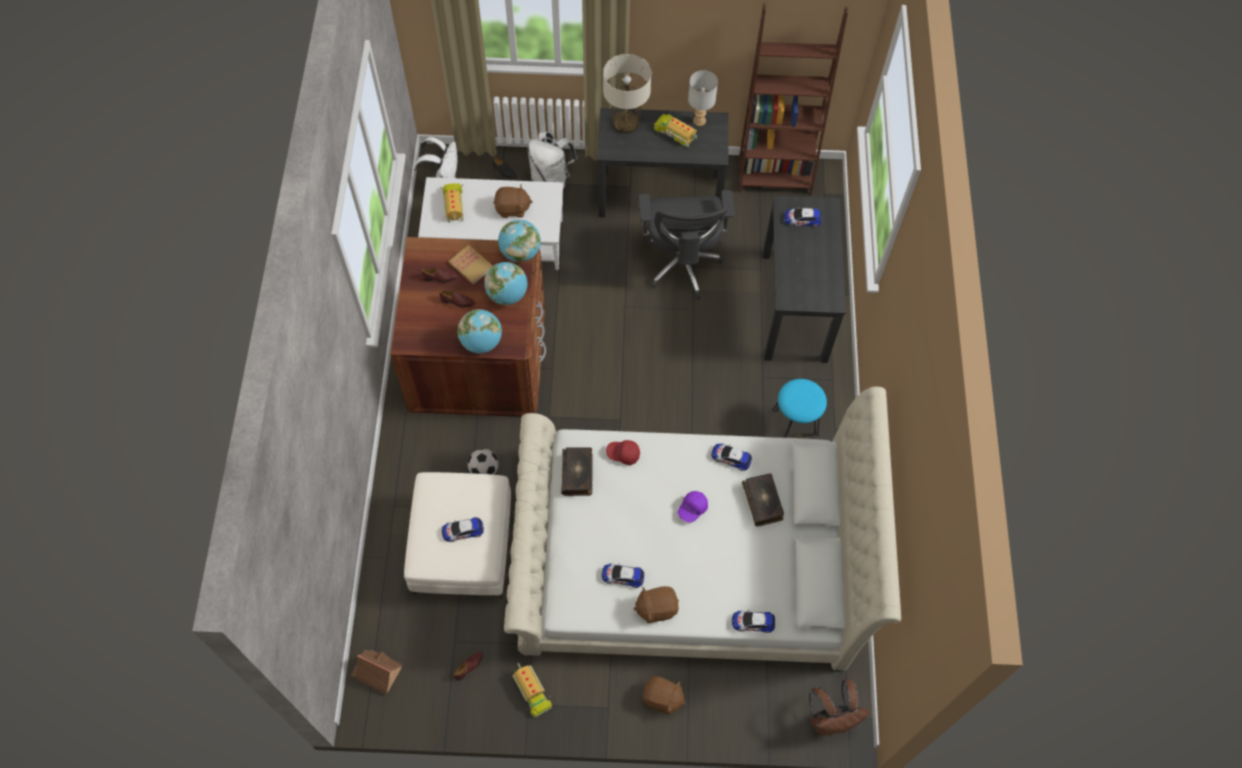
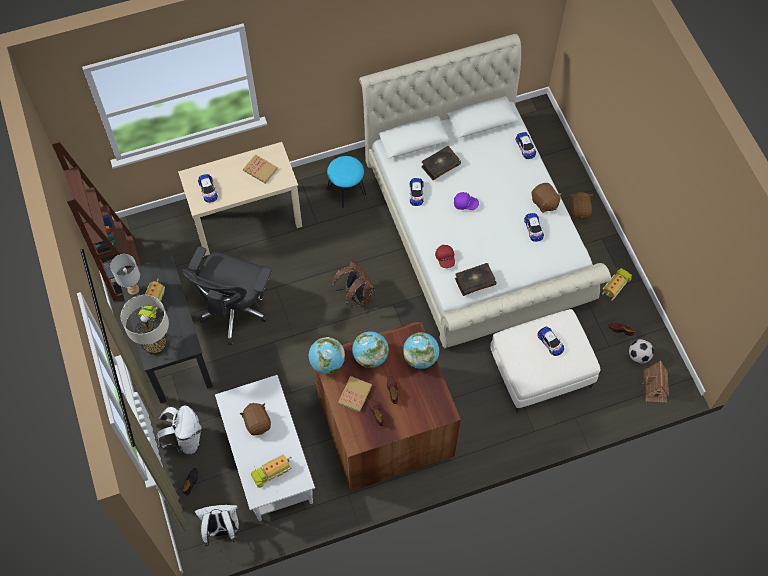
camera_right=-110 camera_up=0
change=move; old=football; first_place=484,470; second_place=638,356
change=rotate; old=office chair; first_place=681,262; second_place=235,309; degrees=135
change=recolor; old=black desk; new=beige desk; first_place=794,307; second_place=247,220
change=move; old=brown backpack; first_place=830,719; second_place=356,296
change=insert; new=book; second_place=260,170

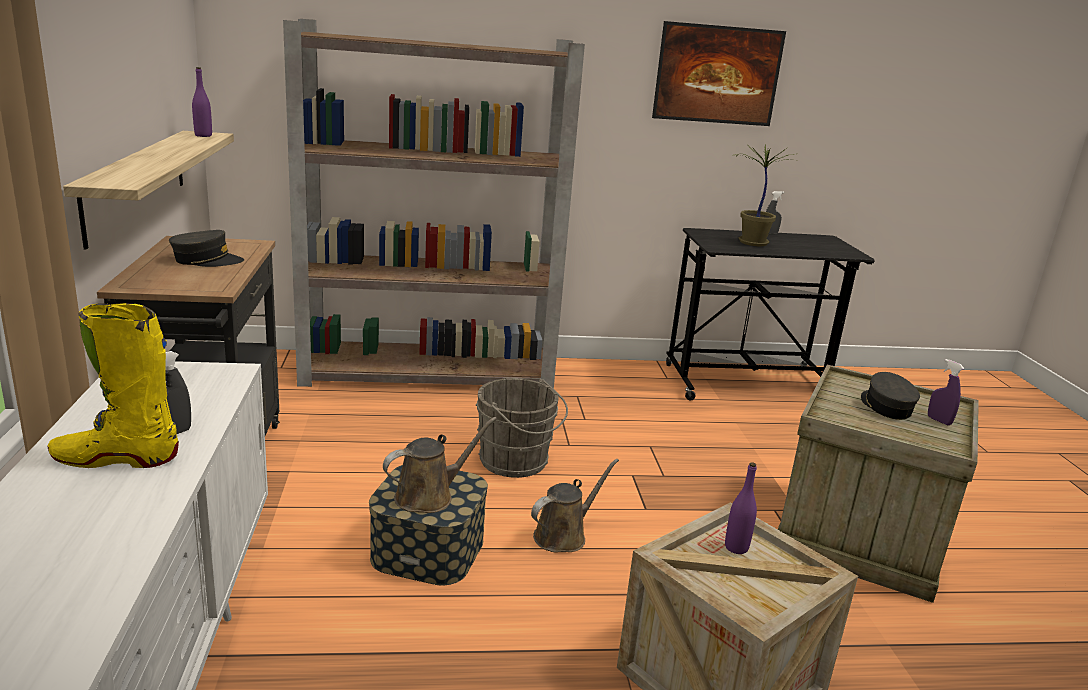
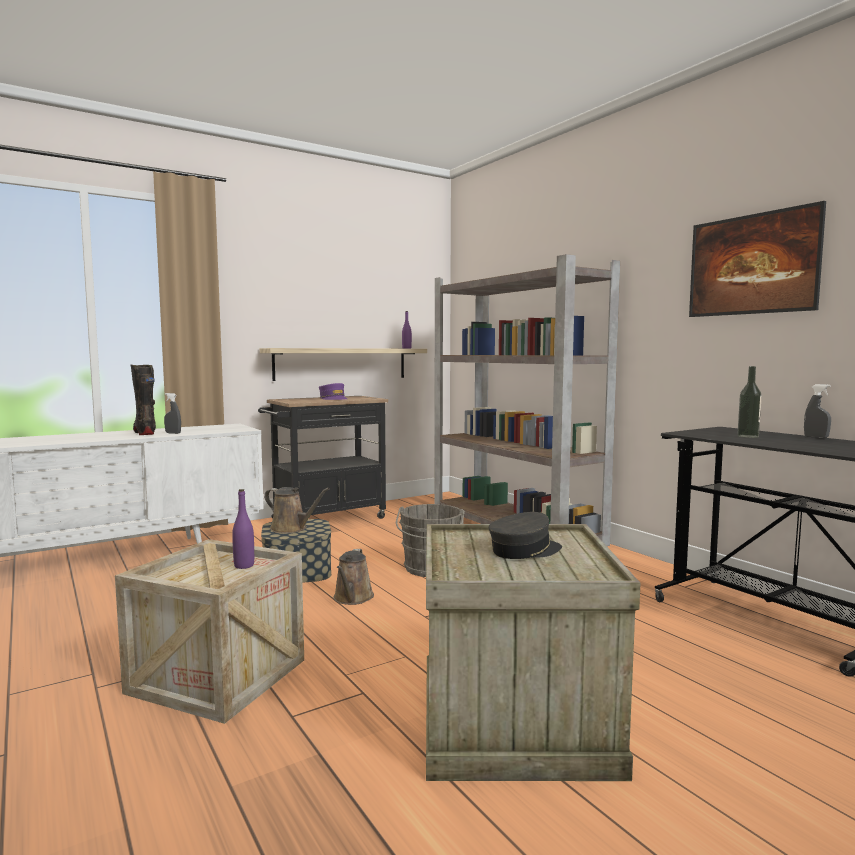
camera_right=65 camera_up=-15
change=recolor; old=yellow boot; new=black boot; first_place=116,459; second_place=144,433
change=recolor; old=grey cap; new=purple cap; first_place=206,260; second_place=333,399
change=rotate; old=brown watering can; first_place=564,535; second_place=352,598; degrees=75
change=replace; old=potted plant; new=bottle; first_place=751,242; second_place=748,436
change=delete; old=purple spray bottle; first_place=939,420

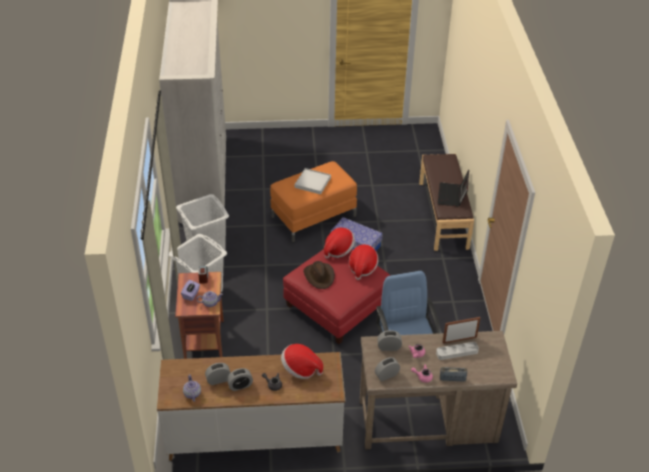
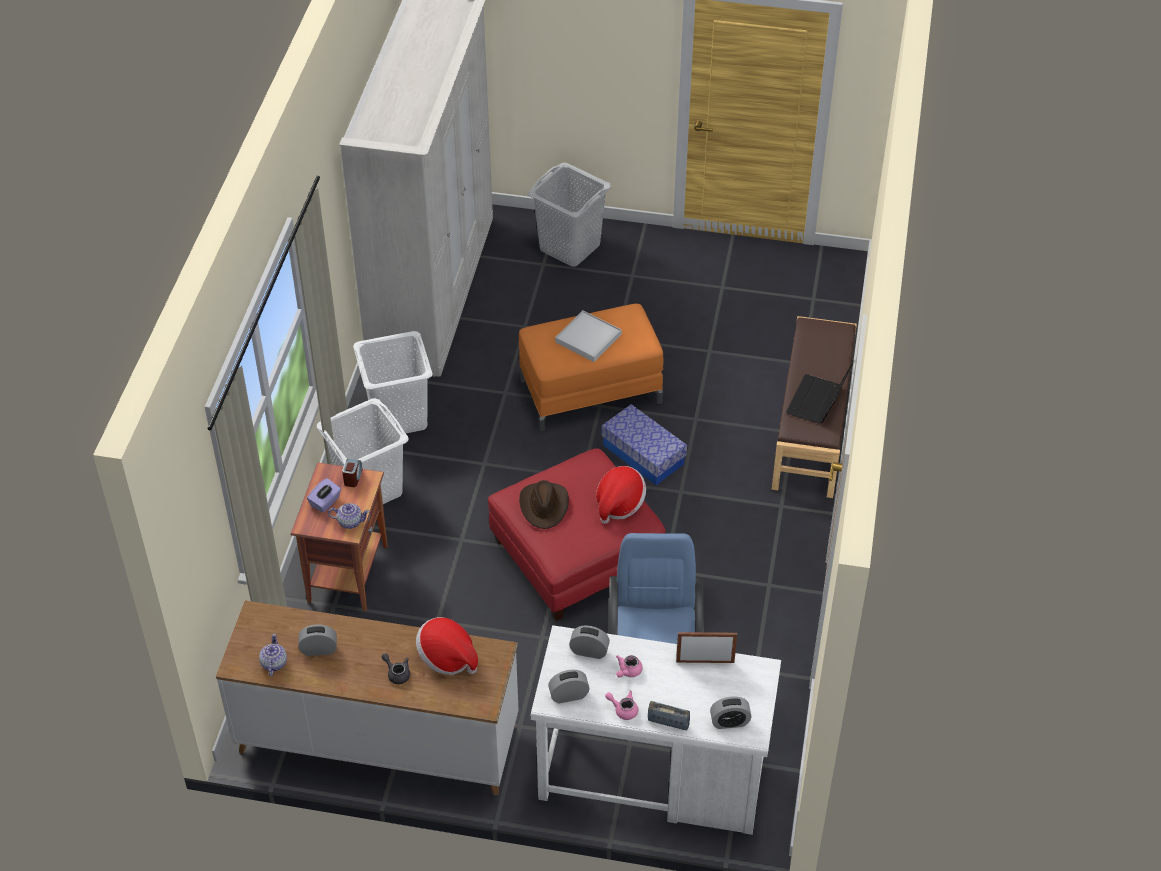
camera_right=15 camera_up=5
change=move; old=alarm clock; first_place=240,385; second_place=729,722
change=delete; old=hat; first_place=338,249
change=recolor; old=brown desk; new=white desk; first_place=427,421; second_place=651,777
change=delete; old=grey tray; first_place=457,352
change=insert; new=grey laundry basket; second_place=570,246

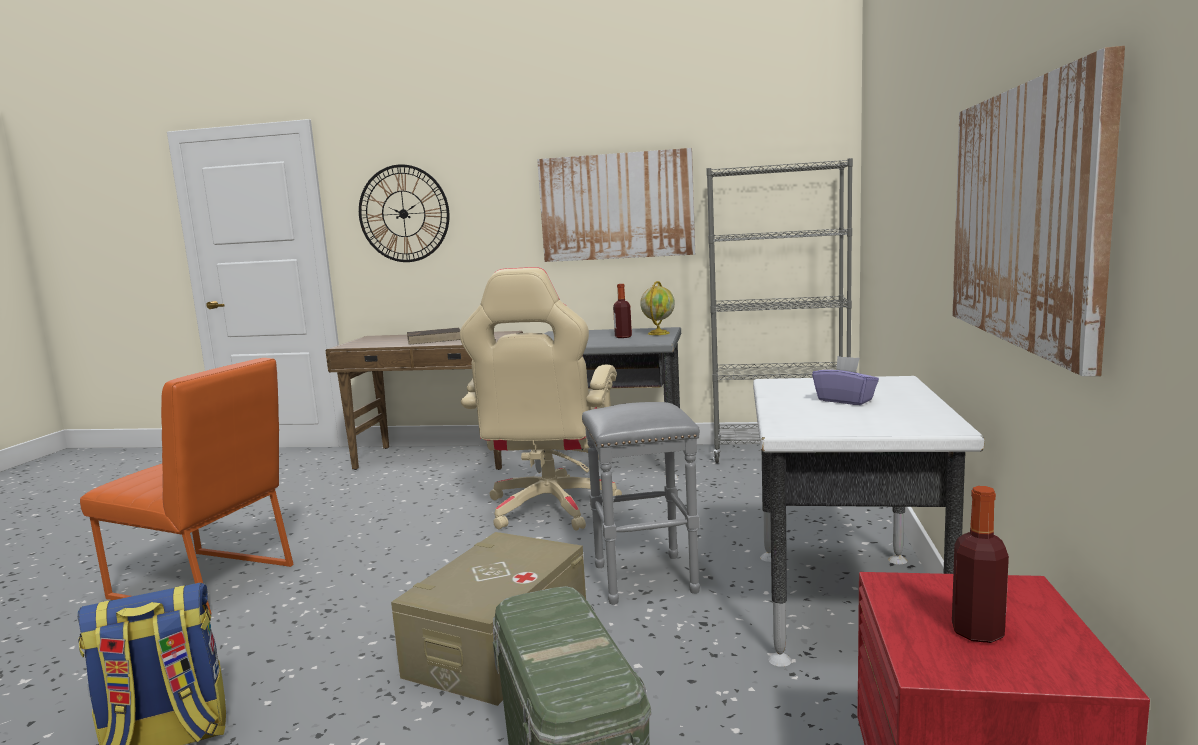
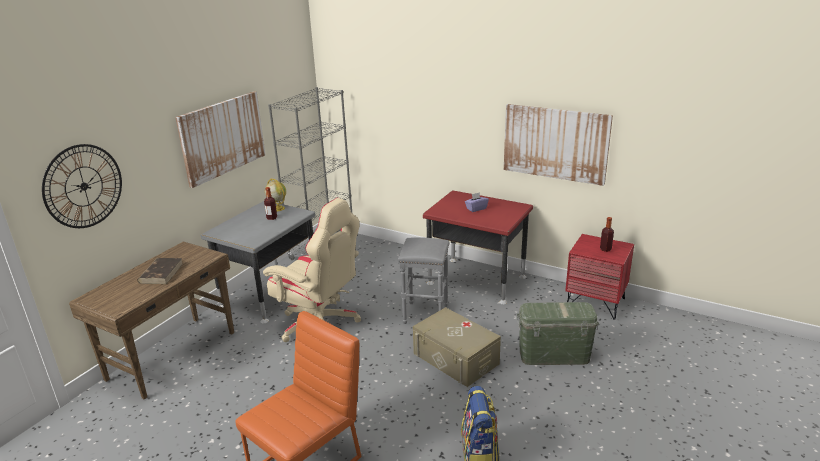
camera_right=-70 camera_up=15
change=recolor; old=white desk; new=red desk; first_place=847,604; second_place=477,279

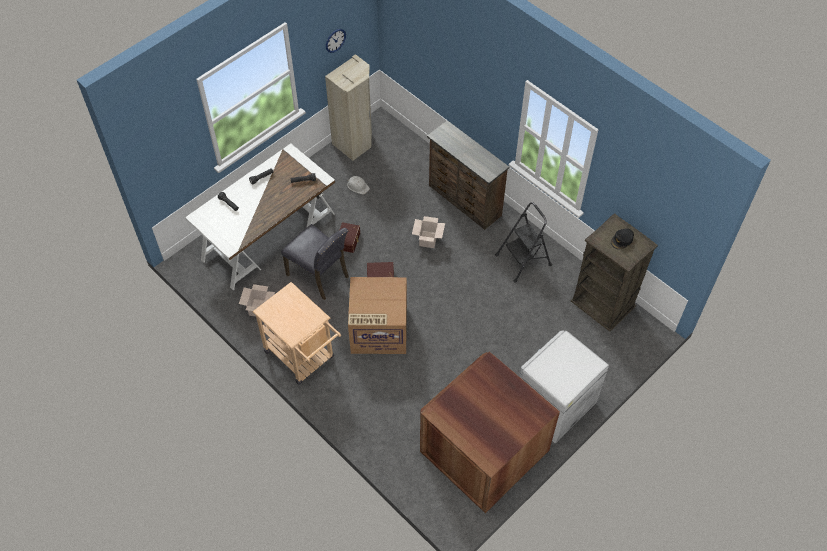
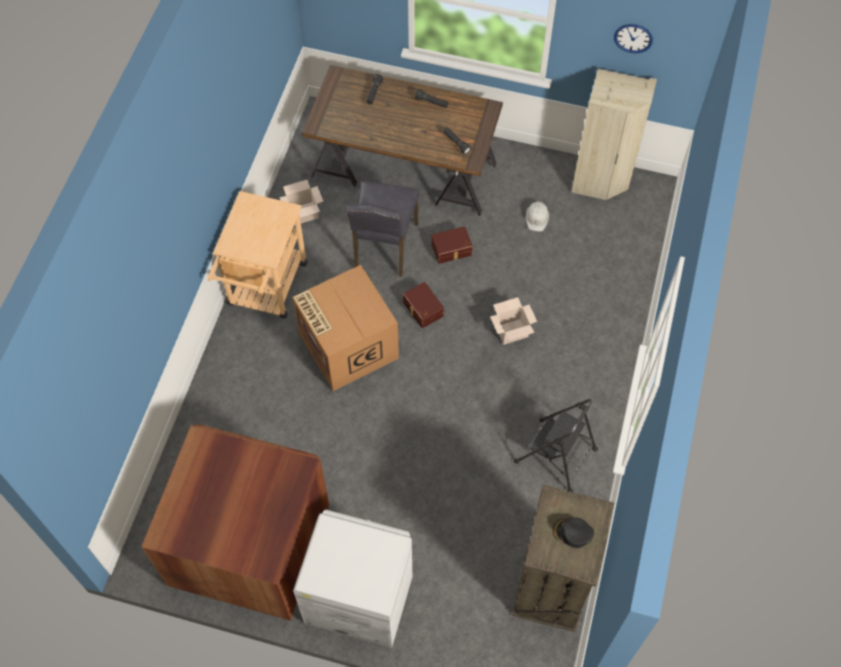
camera_right=60 camera_up=5
change=recolor; old=white desk; new=brown desk; first_place=268,236; second_place=404,169
change=delete; old=brown dresser; first_place=464,201

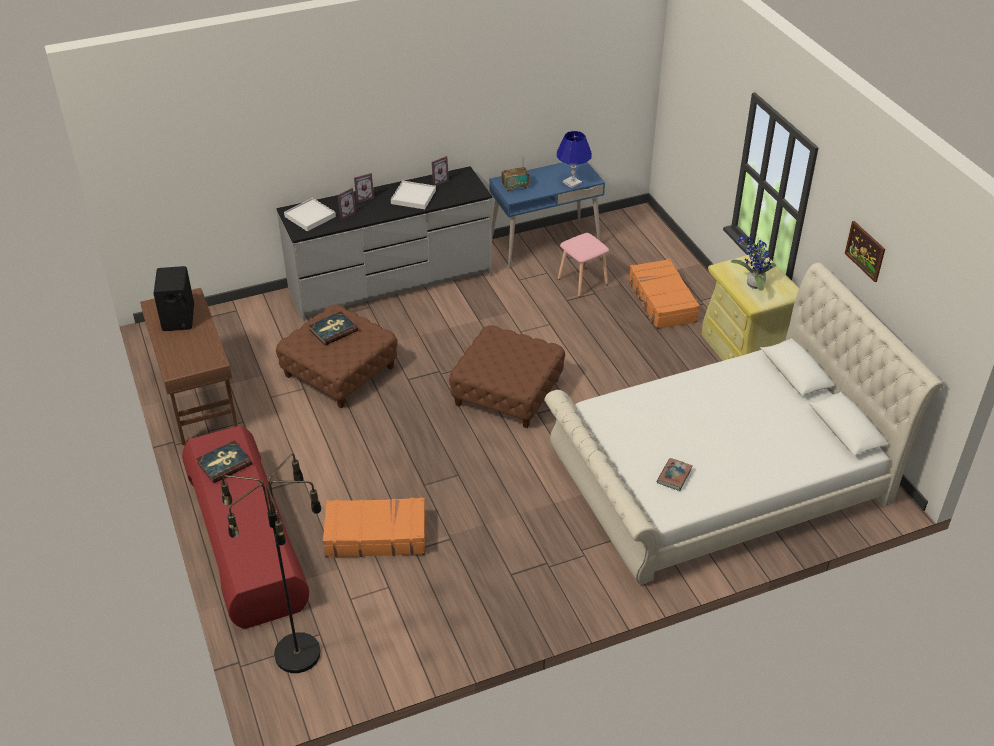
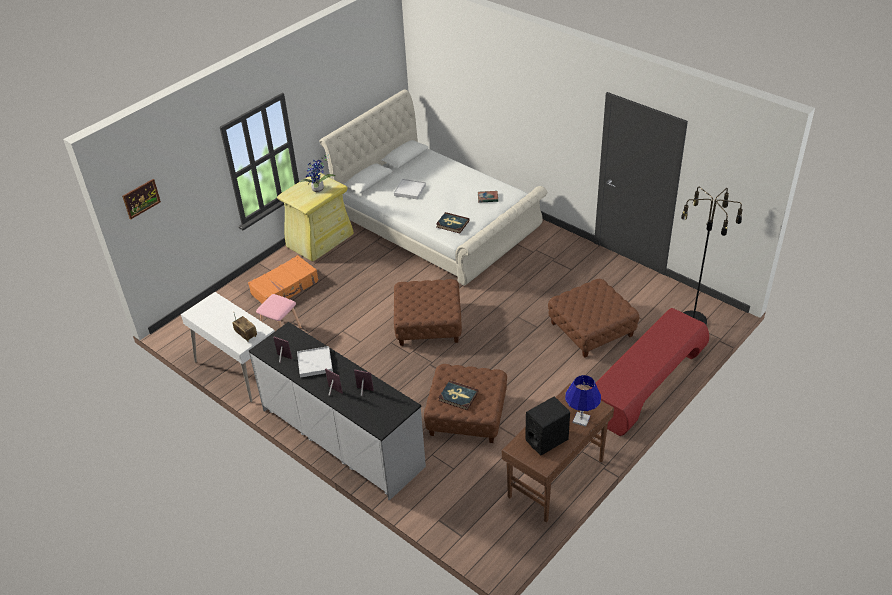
camera_right=-115 camera_up=0
change=move; old=book; first_place=224,463; second_place=452,224
change=move; old=white tray; first_place=310,216; second_place=410,190
change=replace; old=orange suitcase; new=brown ottoman; first_place=375,535; second_place=592,329
change=recolor; old=blue desk; new=white desk; first_place=544,243; second_place=239,369
change=move; old=blue table lamp; first_place=572,183; second_place=581,419
change=move; old=picture; first_place=865,251; second_place=141,198

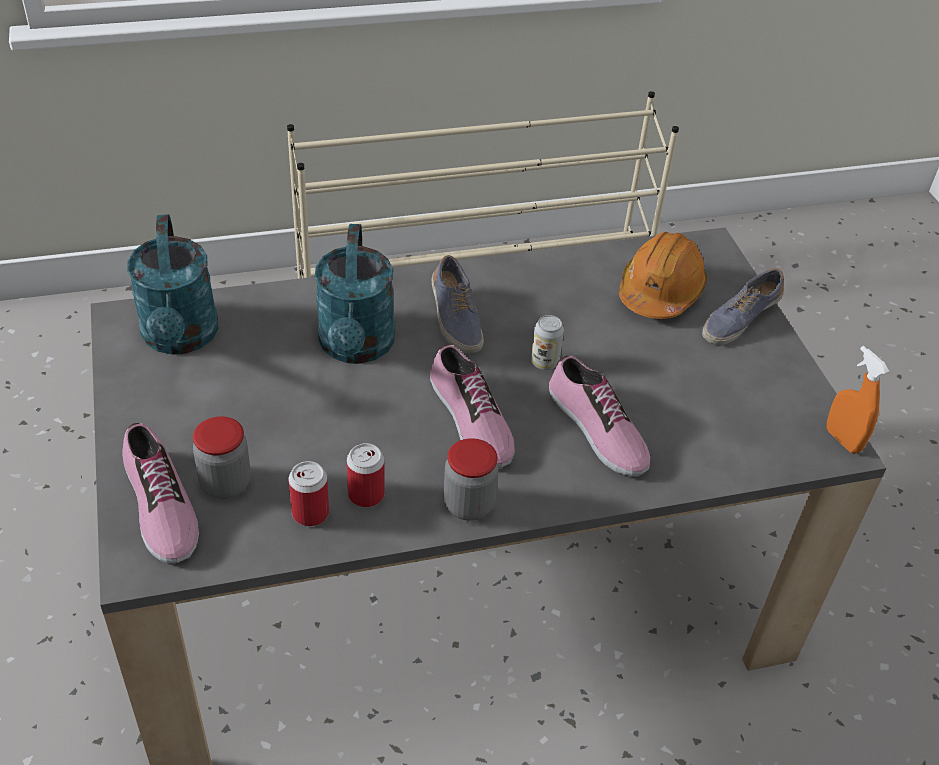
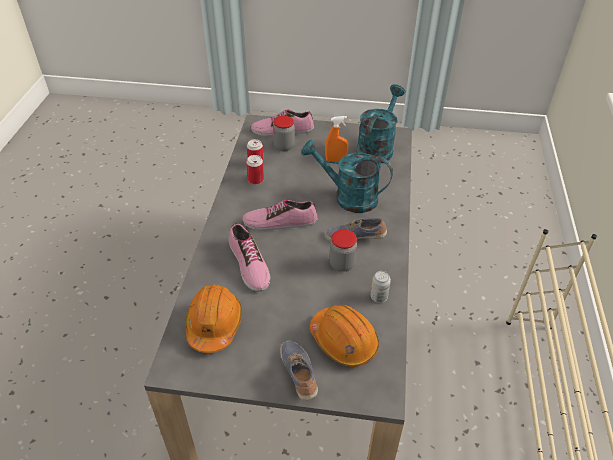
camera_right=115 camera_up=0
change=rotate; old=turquoise watering can; first_place=180,338; second_place=377,147; degrees=105
change=move; old=jar; first_place=468,505; second_place=342,264
change=move; old=can; first_place=544,362; second_place=379,297
change=rotate; old=shoe; first_place=596,430; second_place=248,264; degrees=-105
change=move; old=orange spray bottle; first_place=842,440; second_place=336,160
change=insert; new=orange hard hat; second_place=214,324

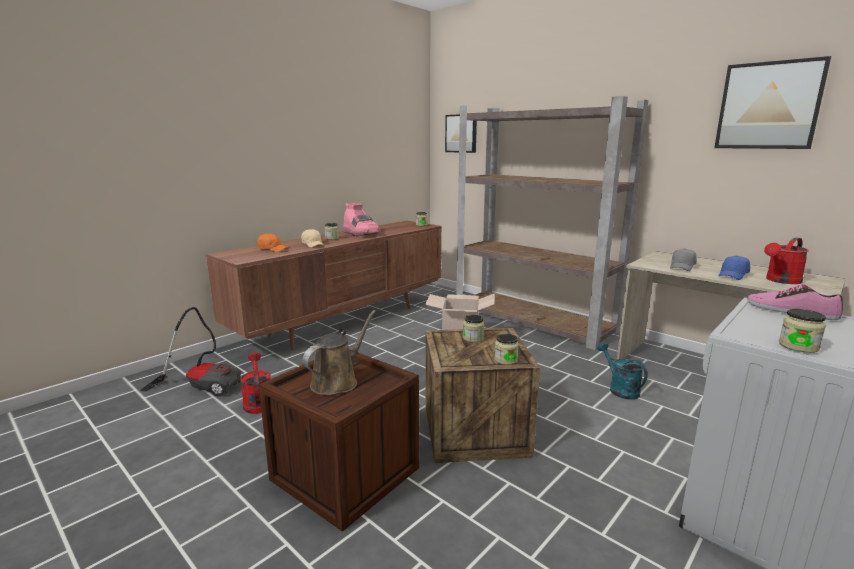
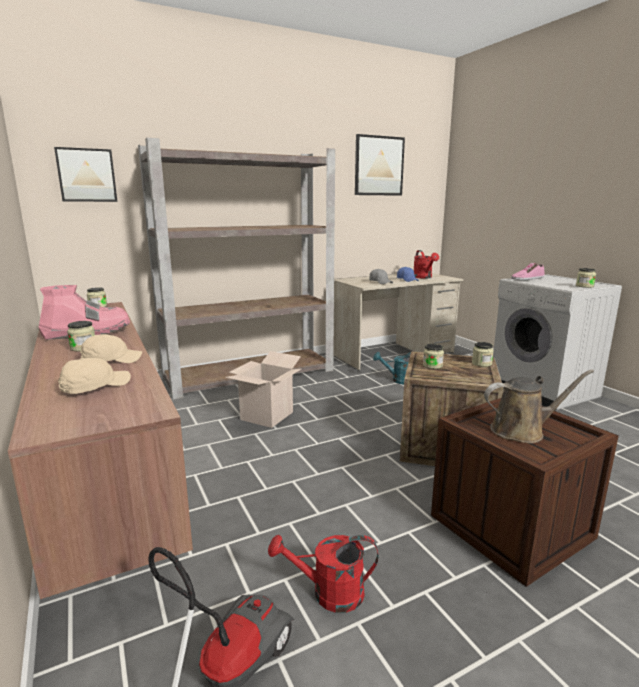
camera_right=-70 camera_up=0
change=recolor; old=orange cap; new=beige cap; first_place=272,249; second_place=95,387
change=rotate; old=brown watering can; first_place=337,382; second_place=522,431; degrees=120

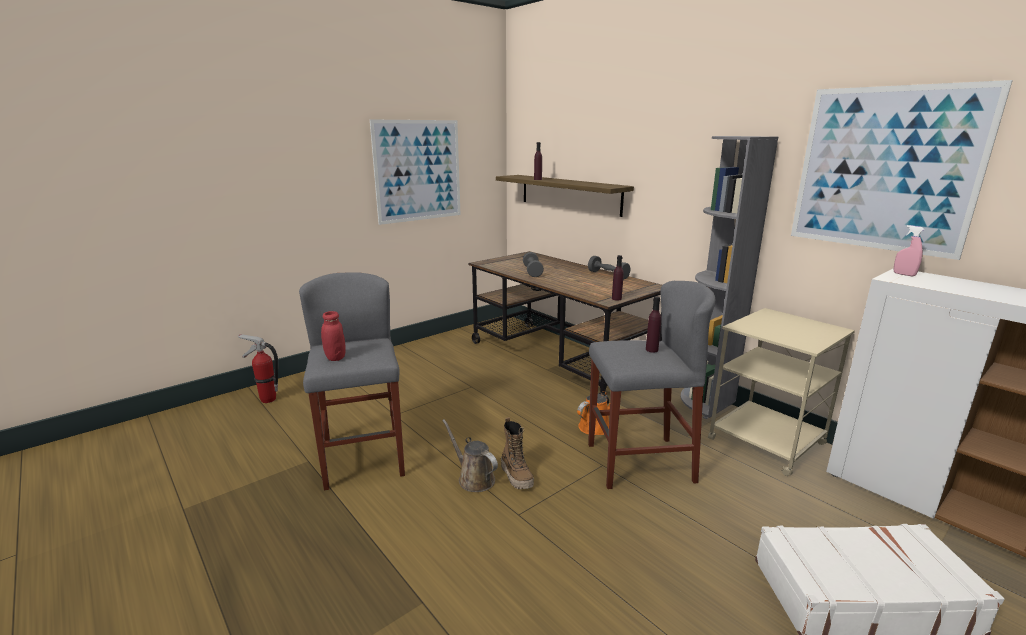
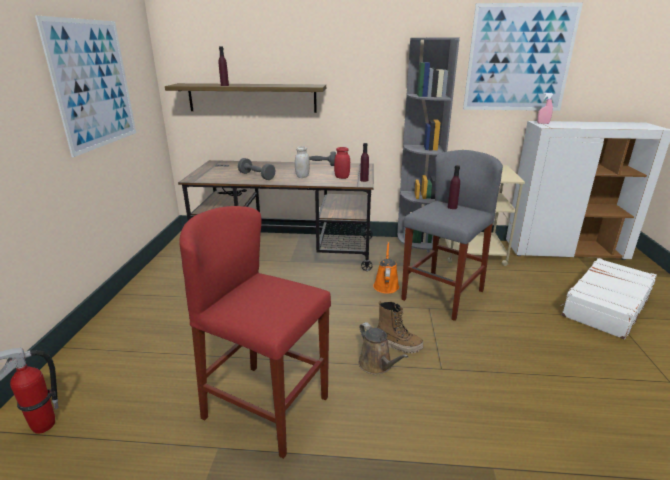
camera_right=-45 camera_up=5
change=recolor; old=grey stool; new=red stool; first_place=363,457; second_place=266,407
change=move; old=red jar; first_place=335,357; second_place=342,177
change=rotate; old=brown watering can; first_place=473,478; second_place=377,365; degrees=-120
change=insert; new=white jar; second_place=302,176

